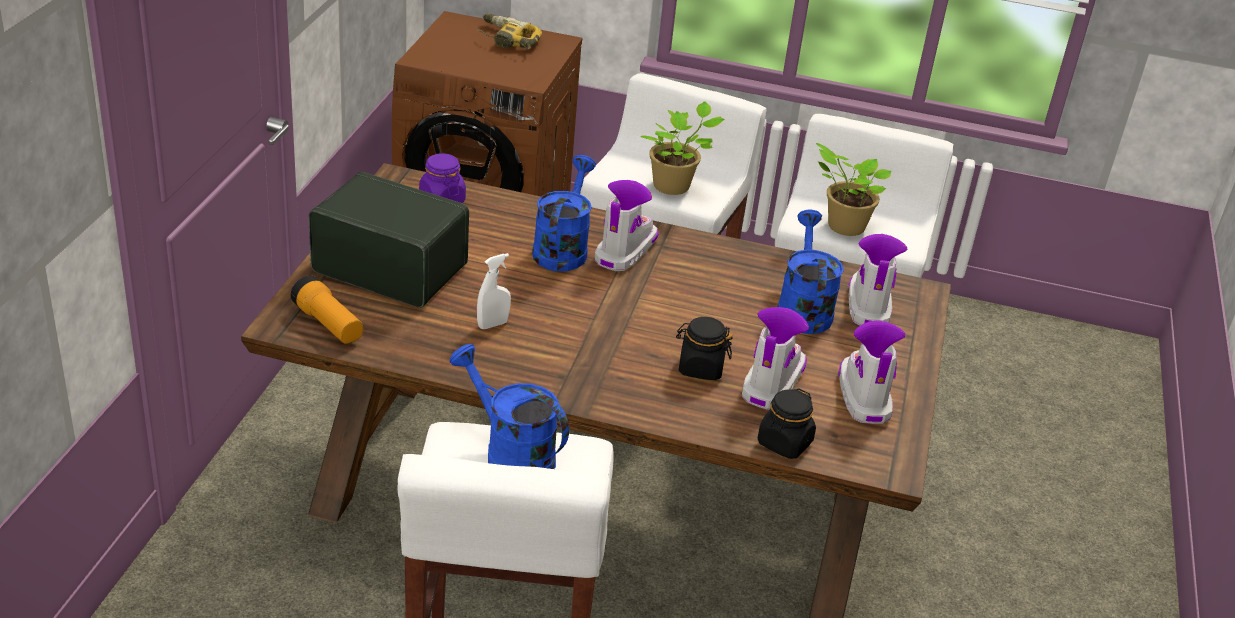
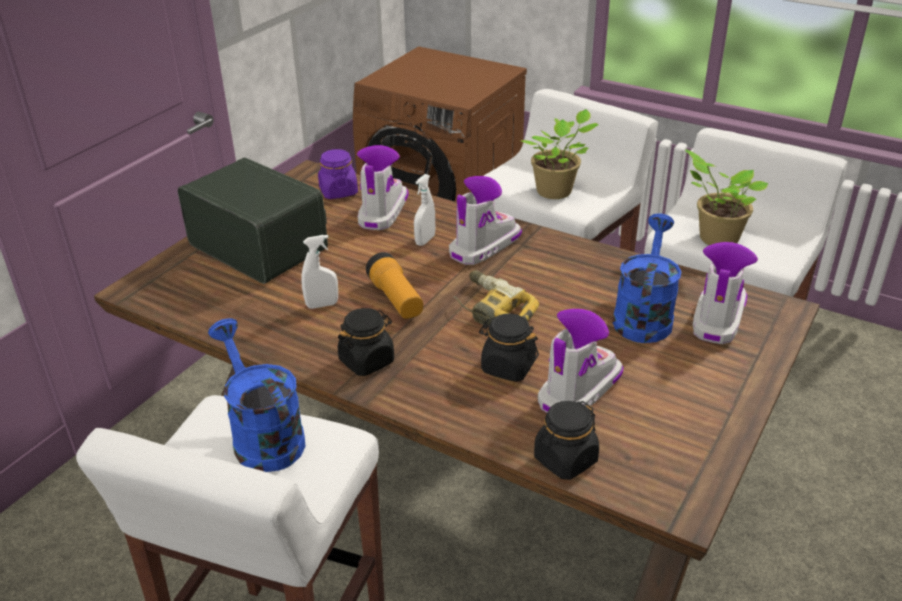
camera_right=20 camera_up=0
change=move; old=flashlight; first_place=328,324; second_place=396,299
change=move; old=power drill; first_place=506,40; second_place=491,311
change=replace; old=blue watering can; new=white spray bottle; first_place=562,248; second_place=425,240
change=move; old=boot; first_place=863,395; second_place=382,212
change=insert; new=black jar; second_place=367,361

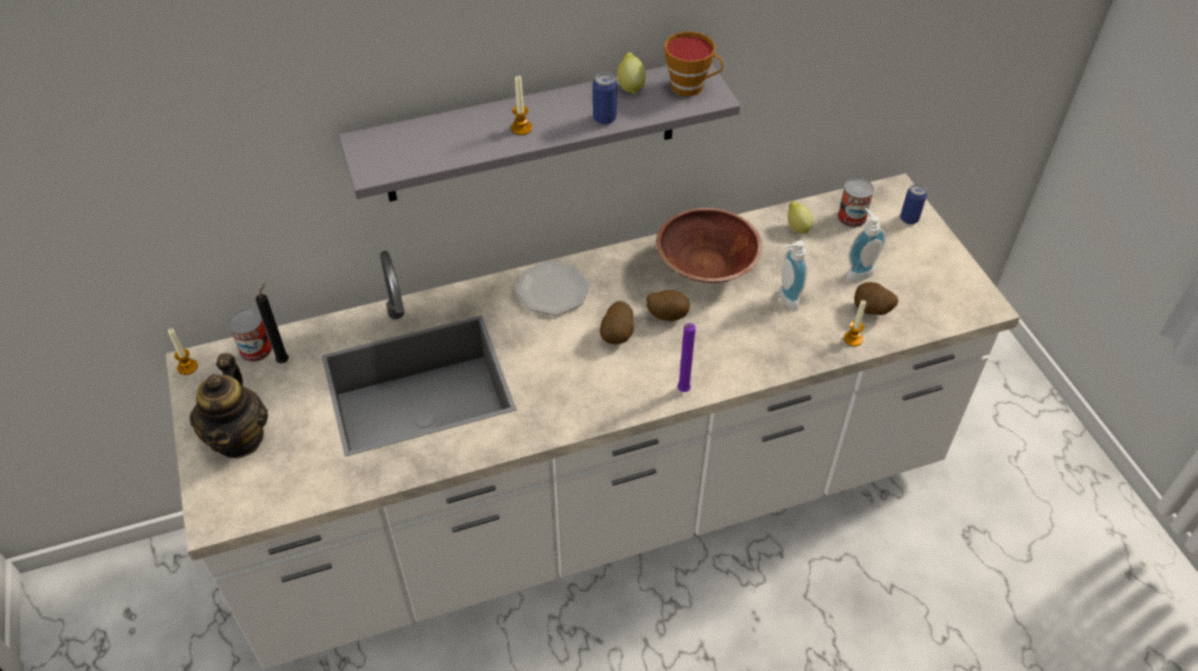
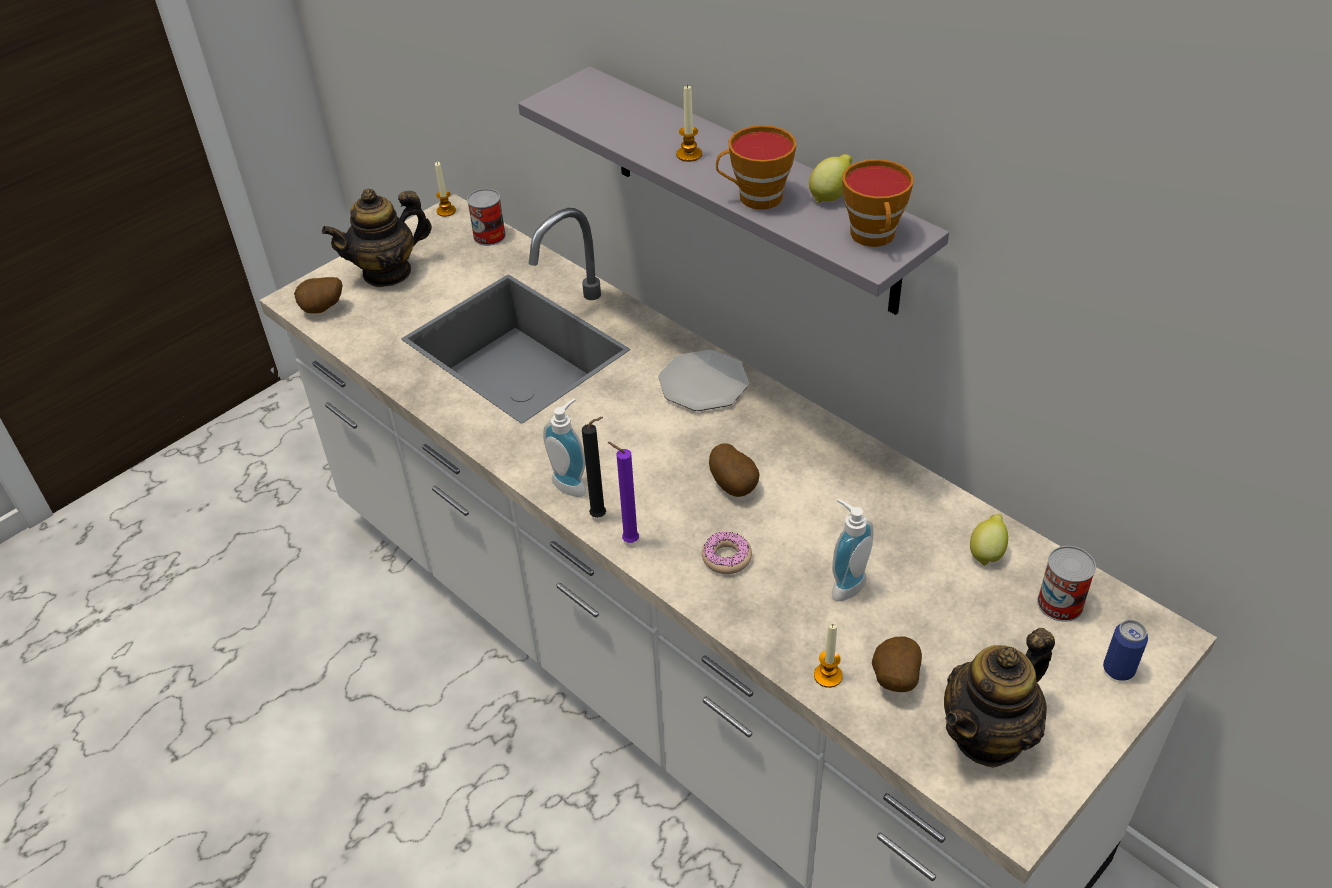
camera_right=65 camera_up=-5
change=move; old=black candle; first_place=284,360; second_place=601,516
change=replace; old=can; new=cup; first_place=604,118; second_place=755,198
change=move; old=potato; first_place=618,335; second_place=323,310
change=delete; old=brown bowl; first_place=706,266
change=move; old=soap dispenser; first_place=858,272; second_place=572,483
change=insert; new=donut; second_place=726,557
change=insert; new=teapot; second_place=989,735

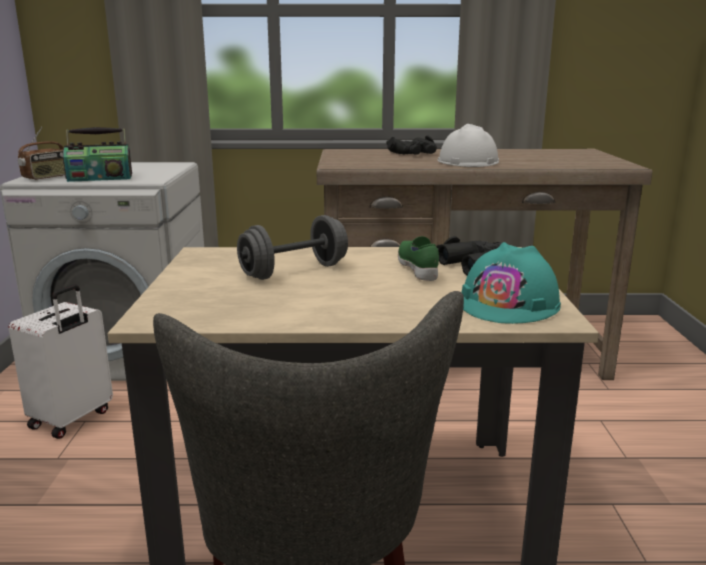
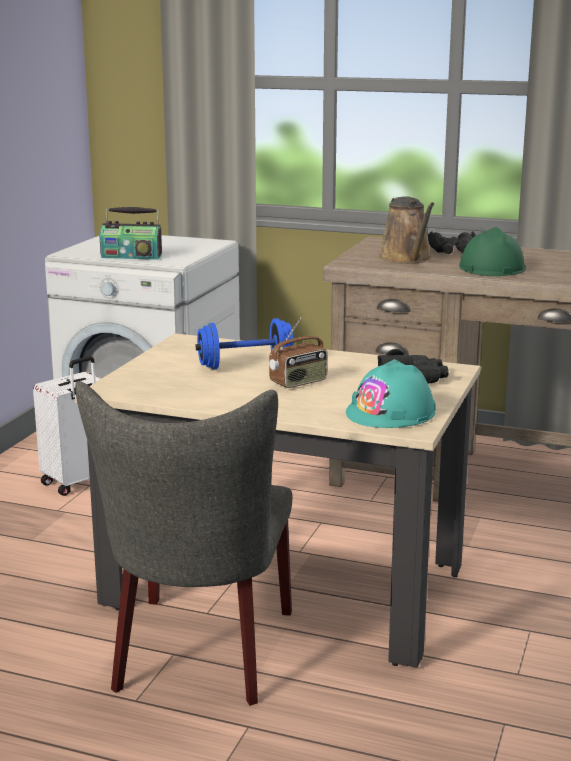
camera_right=20 camera_up=0
change=move; old=radio; first_place=46,177; second_place=299,382
change=recolor; old=grey dumbbell; new=blue dumbbell; first_place=294,271; second_place=245,365
change=delete; old=green shoe; first_place=419,270
change=recolor; old=white hard hat; new=green hard hat; first_place=467,162; second_place=492,268
change=insert; new=brown watering can; second_place=407,259

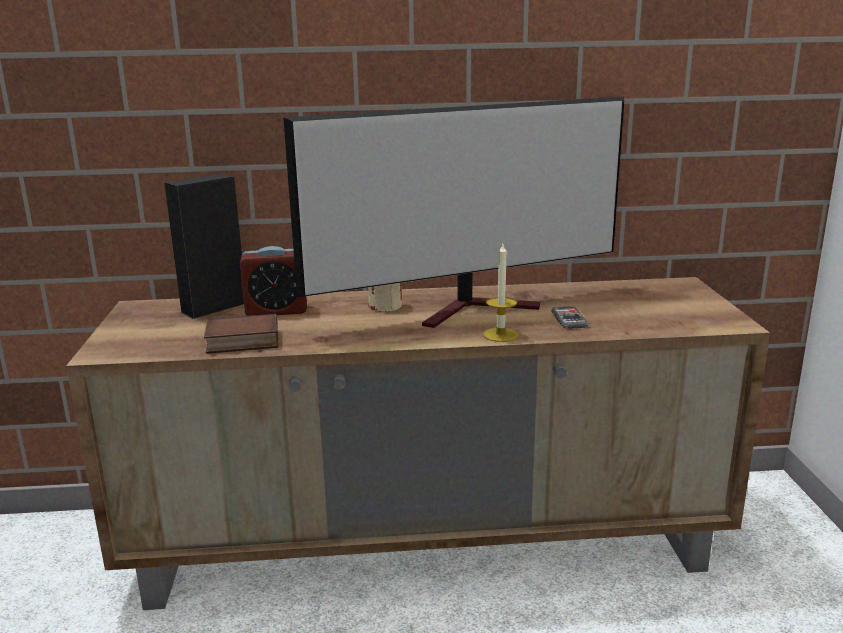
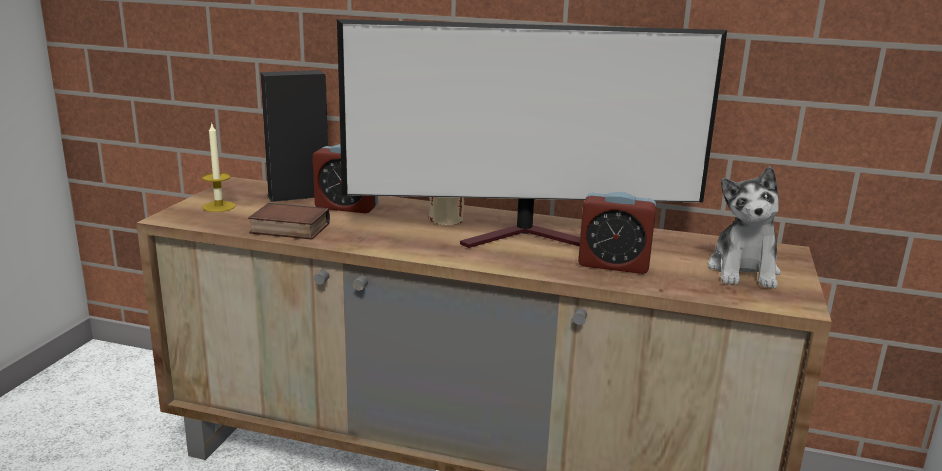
camera_right=20 camera_up=0
change=move; old=candle; first_place=500,335; second_place=219,206
change=replace; old=phone; new=alarm clock; first_place=569,319; second_place=613,265
change=insert; new=plush toy; second_place=744,271

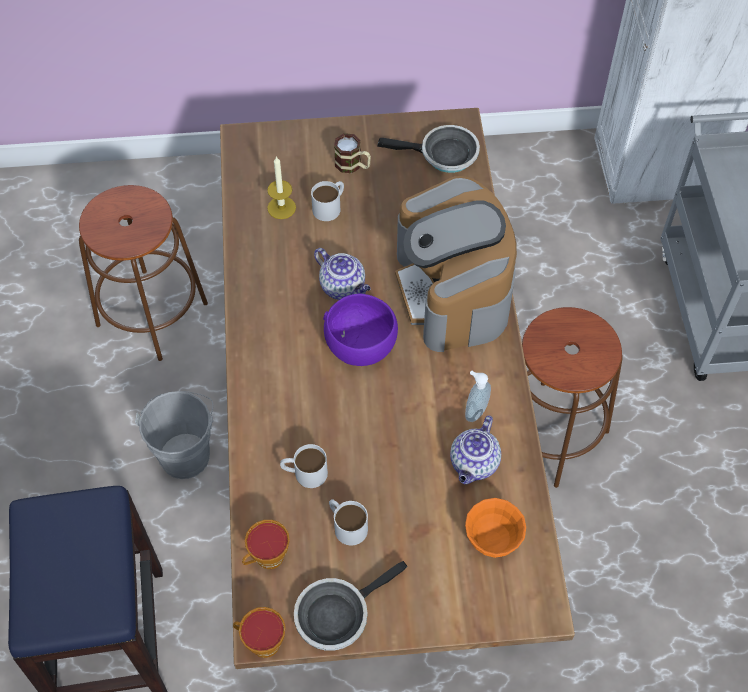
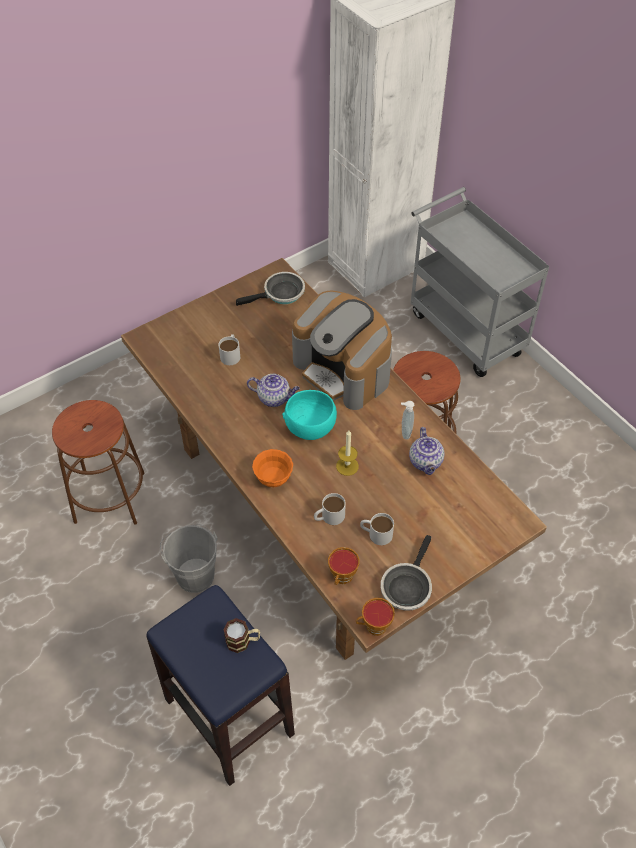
camera_right=-30 camera_up=-5
change=move; old=candle; first_place=281,207; second_place=347,466
change=recolor; old=purple bowl; new=turquoise bowl; first_place=360,347; second_place=310,428
change=move; old=mug; first_place=353,165; second_place=243,641
change=move; old=orange bowl; first_place=492,540; second_place=273,478

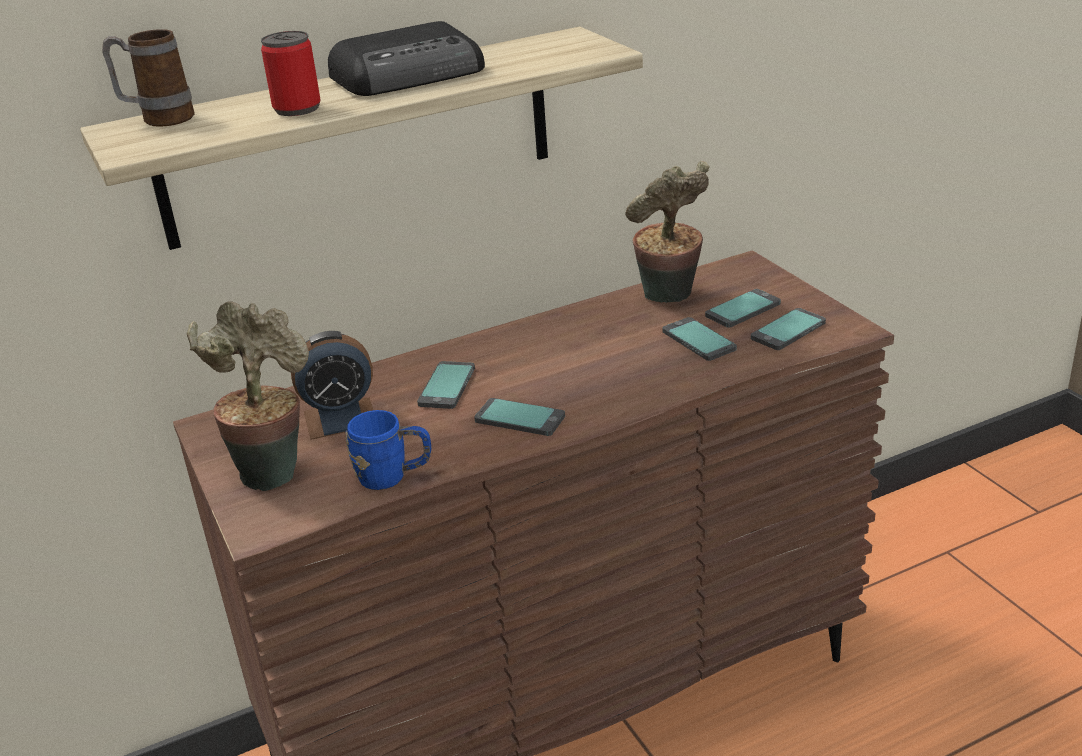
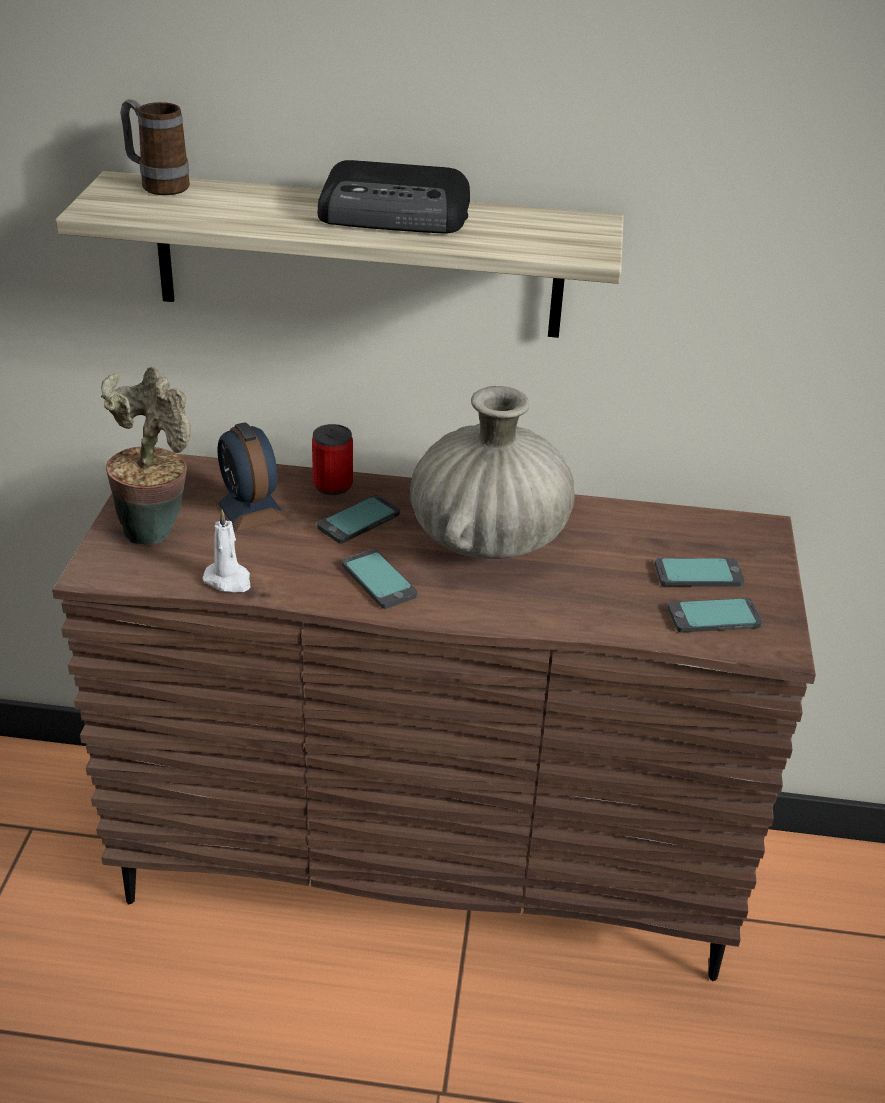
camera_right=30 camera_up=5
change=move; old=can; first_place=297,109; second_place=333,485
change=rotate; old=alarm clock; first_place=340,418; second_place=249,508; degrees=45
change=replace; old=blue mug; new=white candle; first_place=393,477; second_place=229,580
change=delete; old=potted plant; first_place=670,299
change=delete; old=phone; first_place=698,340
change=insert; new=beige vase; second_place=489,539

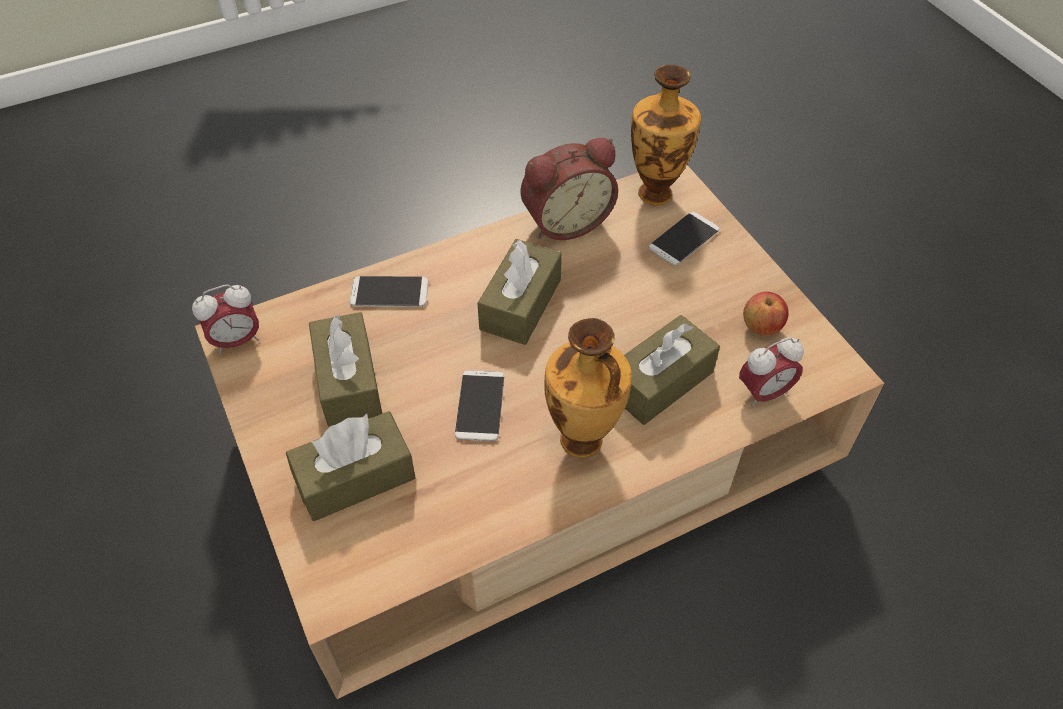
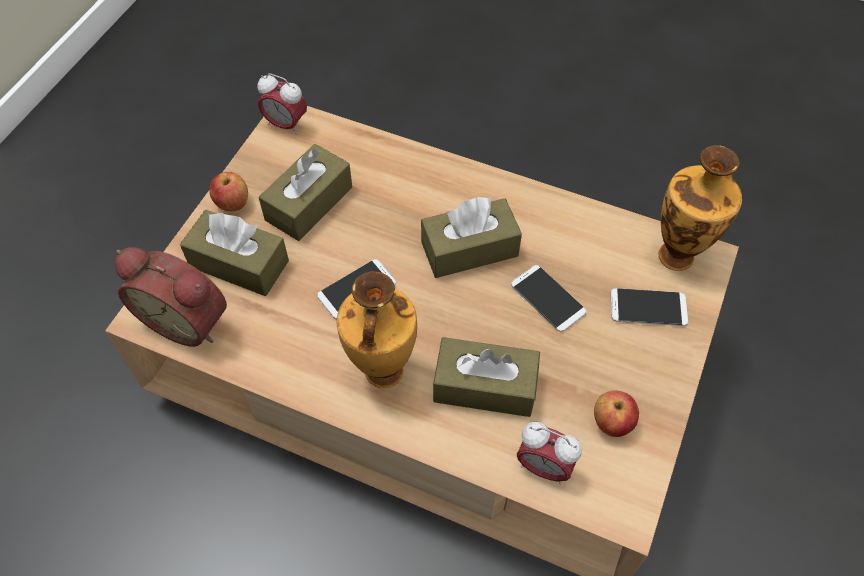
camera_right=50 camera_up=5
change=move; old=phone; first_place=389,292; second_place=548,298
change=move; old=alarm clock; first_place=565,221; second_place=188,319
change=insert; new=apple; second_place=232,204

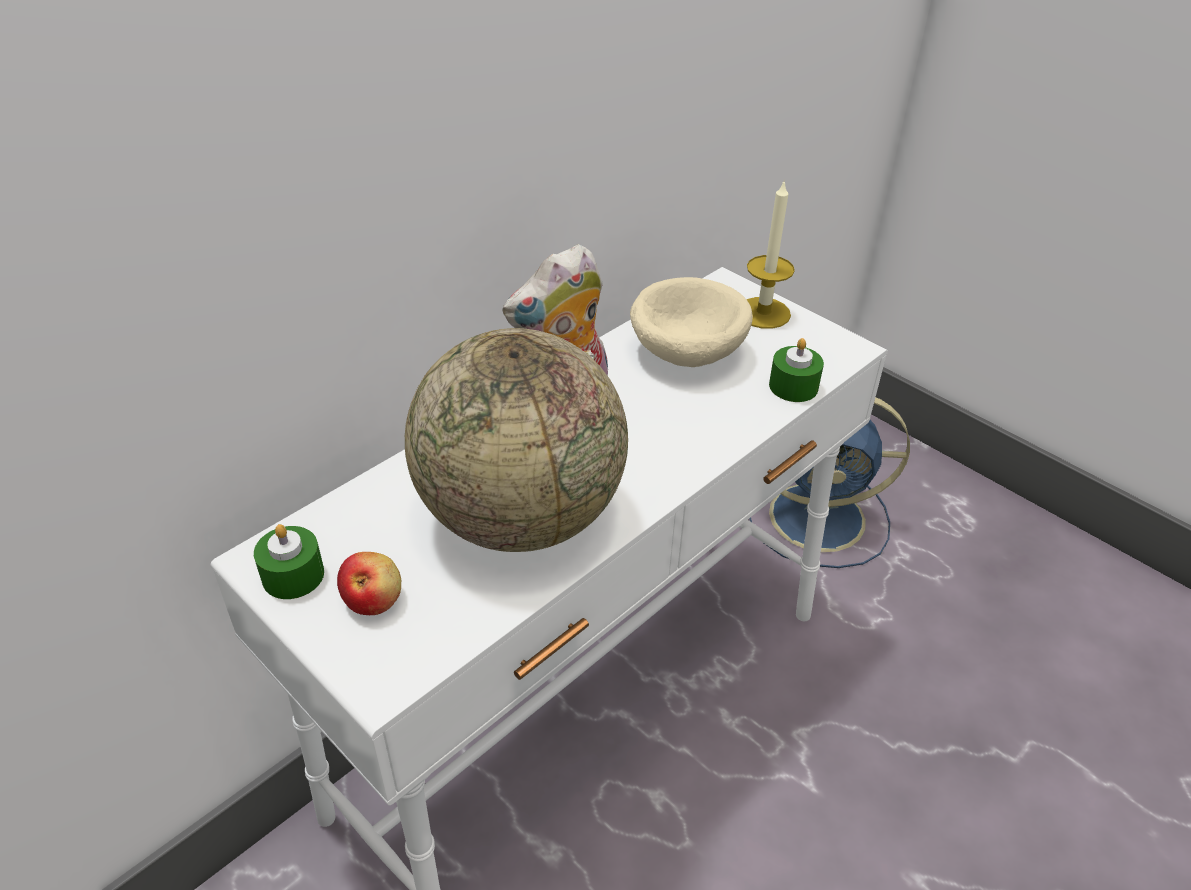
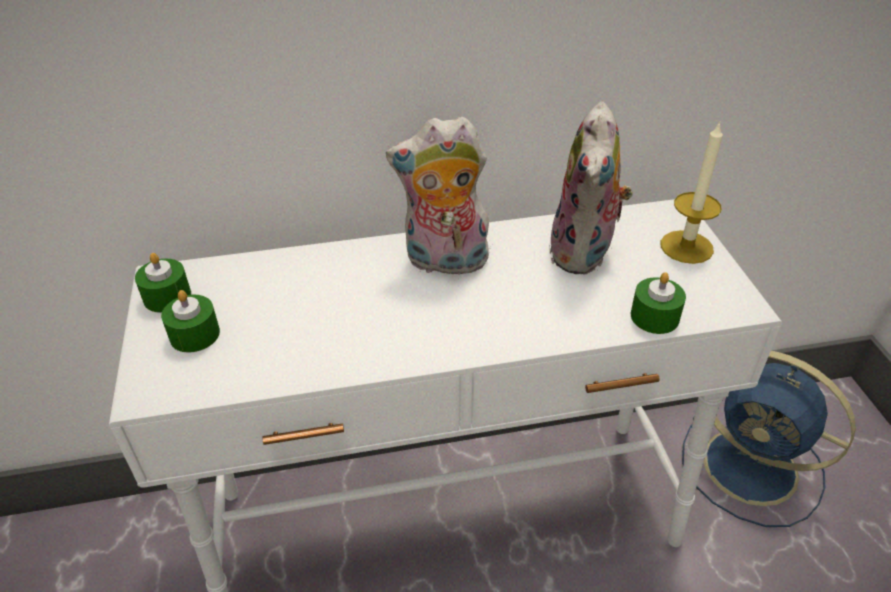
camera_right=35 camera_up=0
change=replace; old=apple; new=green candle; first_place=373,599; second_place=194,334
change=delete; old=globe; first_place=520,516
change=replace; old=beige bowl; new=plush toy; first_place=685,352; second_place=584,254

